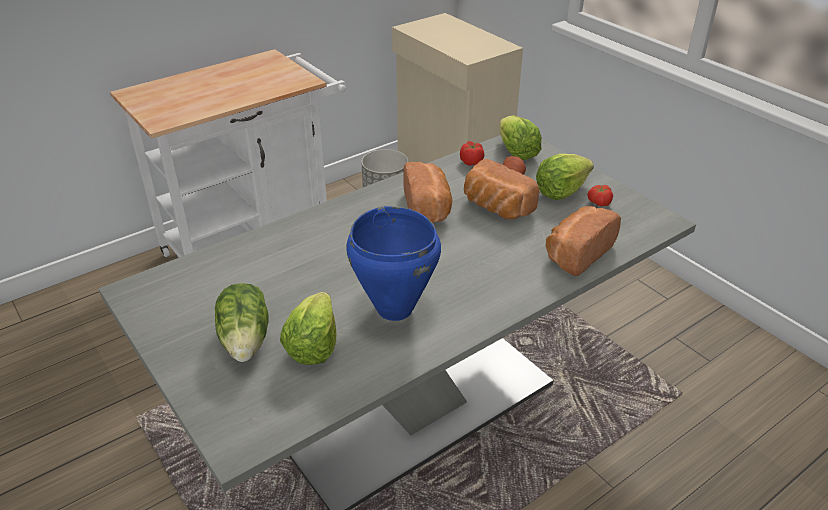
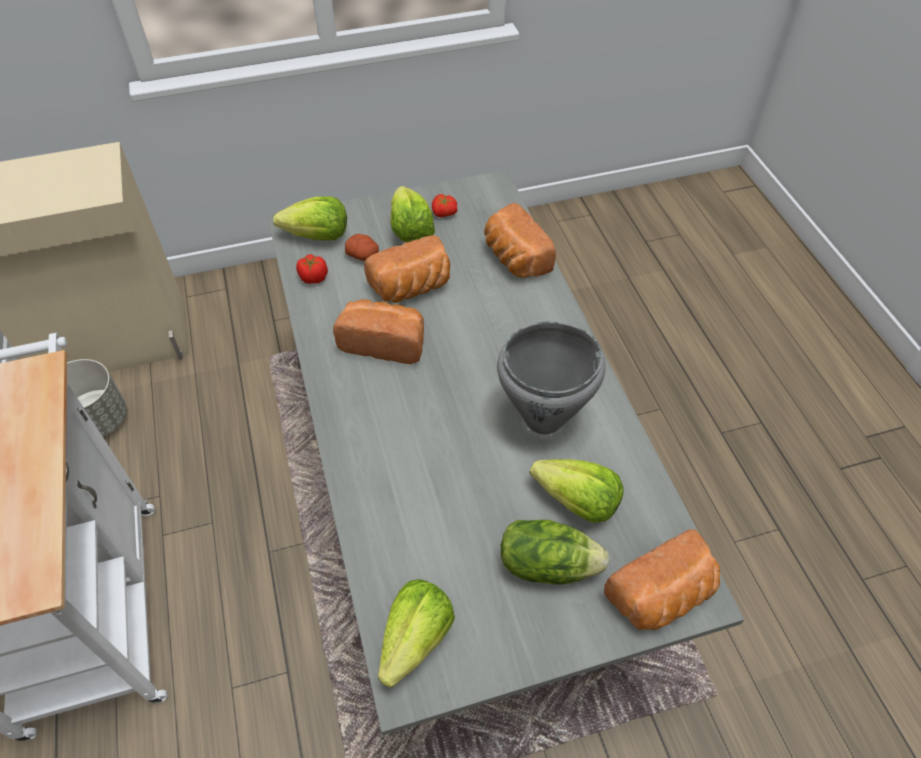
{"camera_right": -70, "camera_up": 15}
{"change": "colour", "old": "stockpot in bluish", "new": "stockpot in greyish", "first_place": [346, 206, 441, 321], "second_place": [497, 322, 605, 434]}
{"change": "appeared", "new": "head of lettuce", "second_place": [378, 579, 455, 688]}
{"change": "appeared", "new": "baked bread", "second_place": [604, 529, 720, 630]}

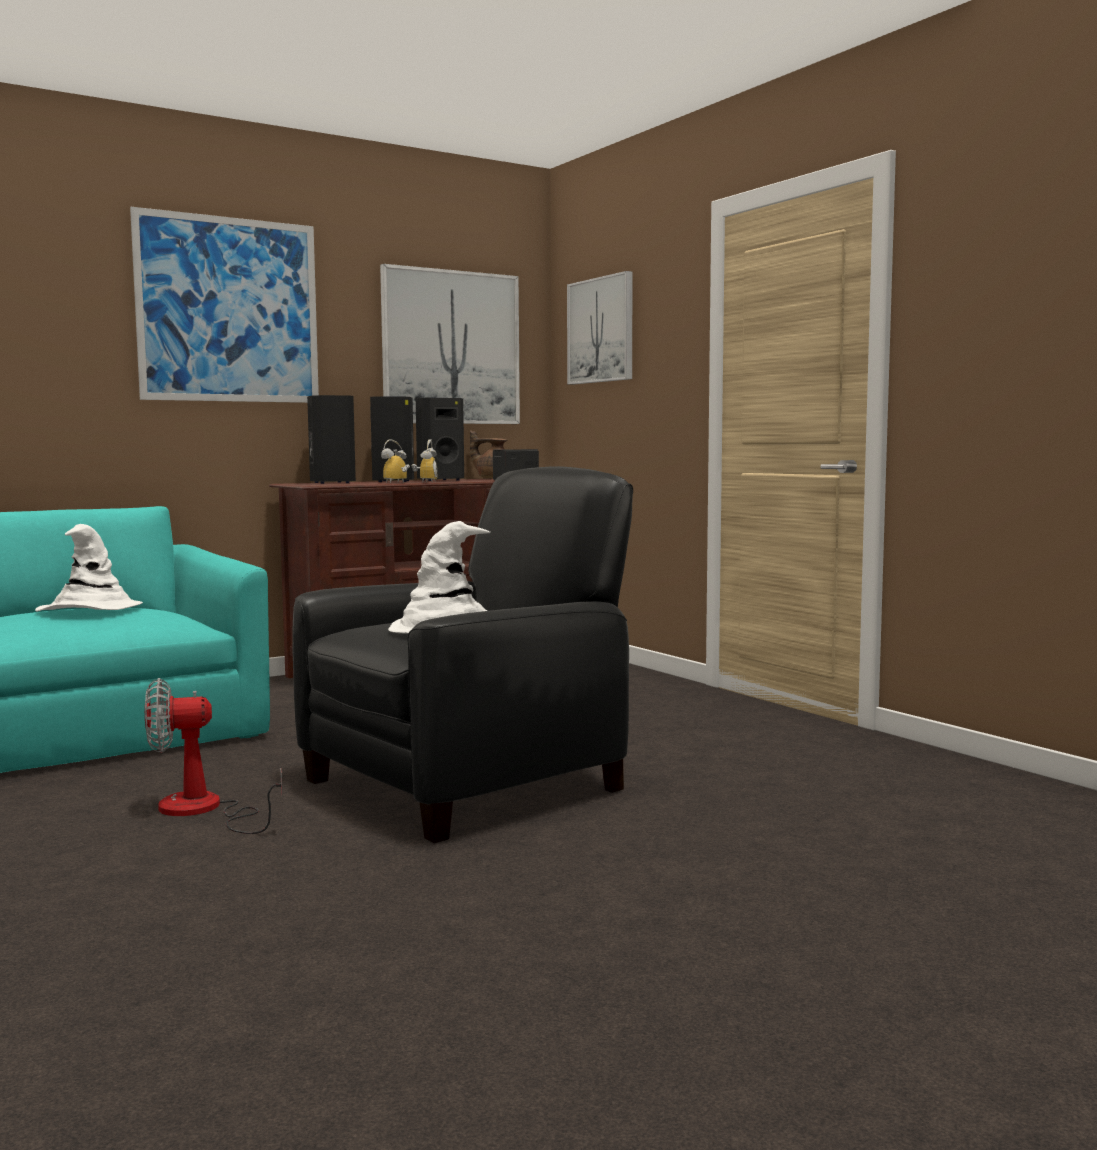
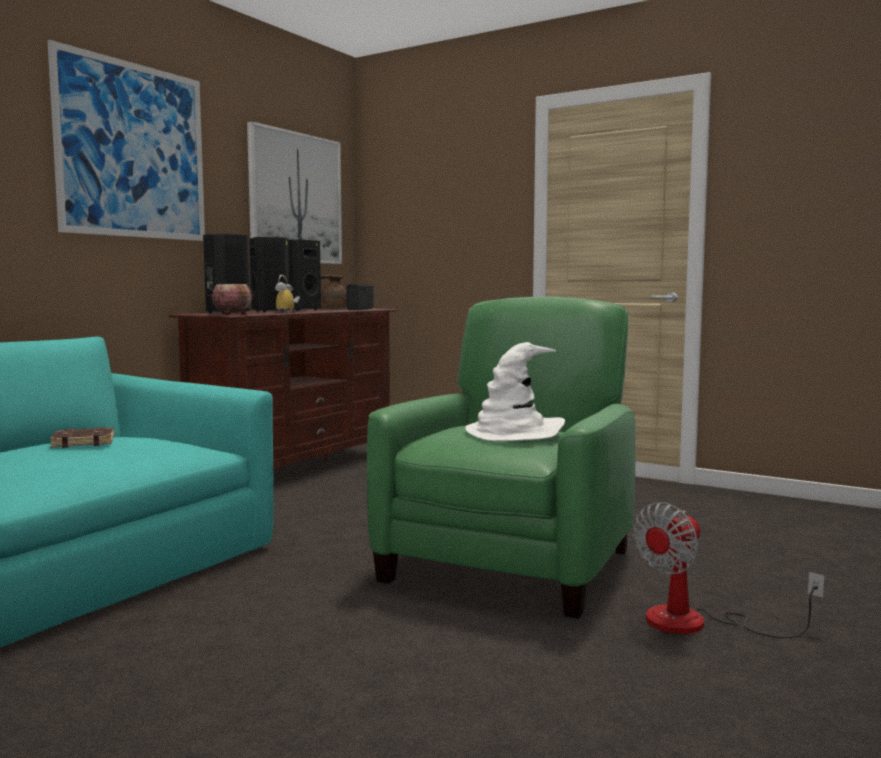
{"camera_right": -25, "camera_up": 0}
{"change": "exchanged", "old": "wearable hat in white-coloured", "new": "book in brown-coloured", "first_place": [35, 524, 143, 611], "second_place": [50, 427, 114, 448]}
{"change": "relocated", "old": "fan", "first_place": [145, 678, 283, 834], "second_place": [633, 502, 825, 638]}
{"change": "colour", "old": "armchair in black", "new": "armchair in green-coloured", "first_place": [292, 466, 633, 843], "second_place": [367, 296, 636, 619]}
{"change": "missing", "old": "alarm clock", "first_place": [411, 439, 438, 483]}
{"change": "missing", "old": "wall art", "first_place": [567, 271, 633, 385]}
{"change": "appeared", "new": "serving bowl", "second_place": [212, 284, 252, 315]}

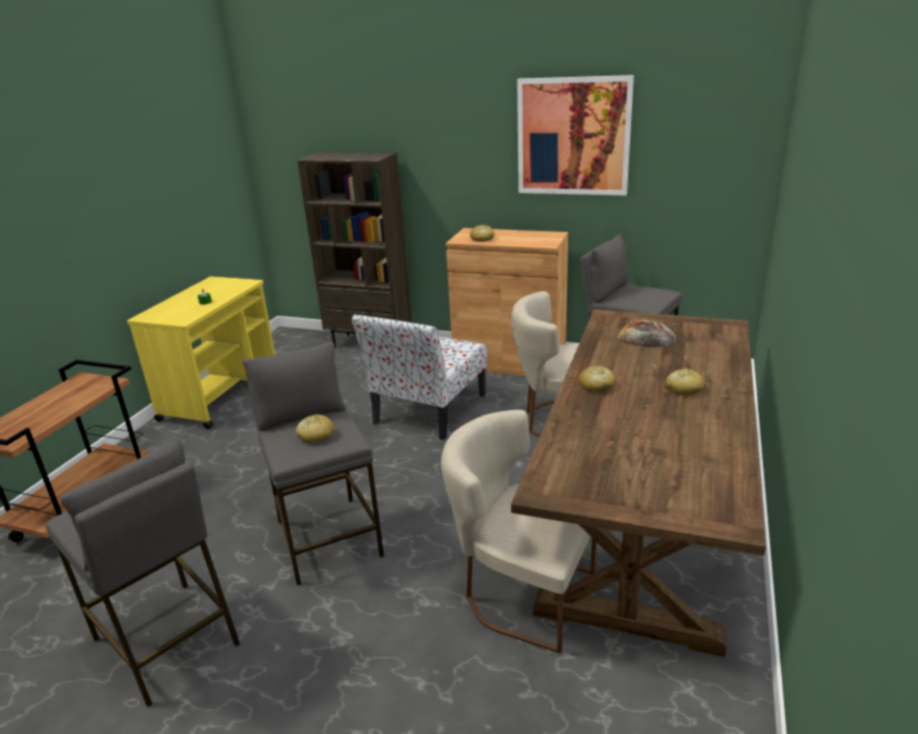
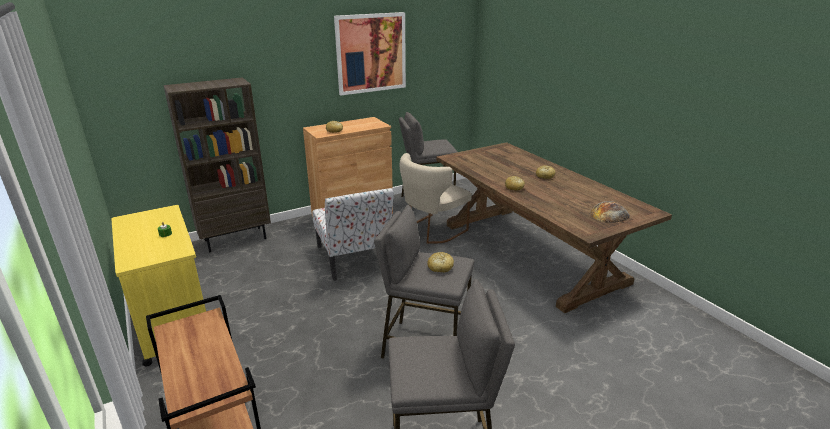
{"camera_right": -50, "camera_up": 0}
{"change": "missing", "old": "plain chair in beige-coloured", "first_place": [441, 410, 596, 653]}
{"change": "relocated", "old": "baked bread", "first_place": [618, 318, 676, 347], "second_place": [590, 201, 630, 223]}

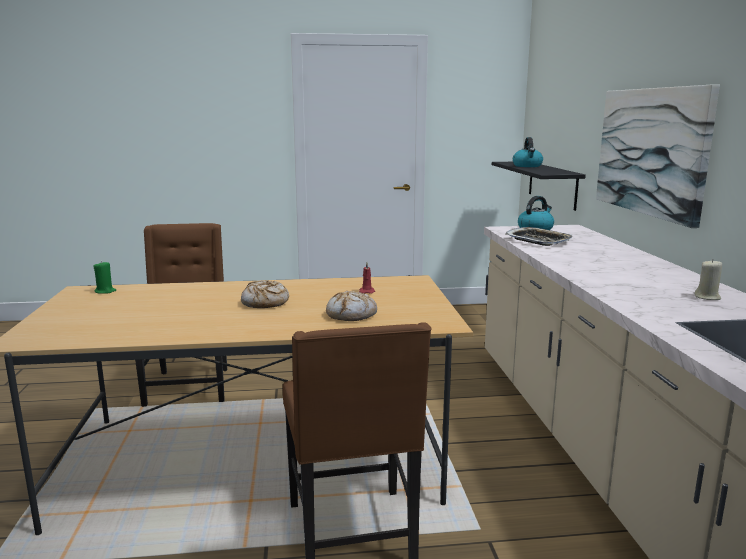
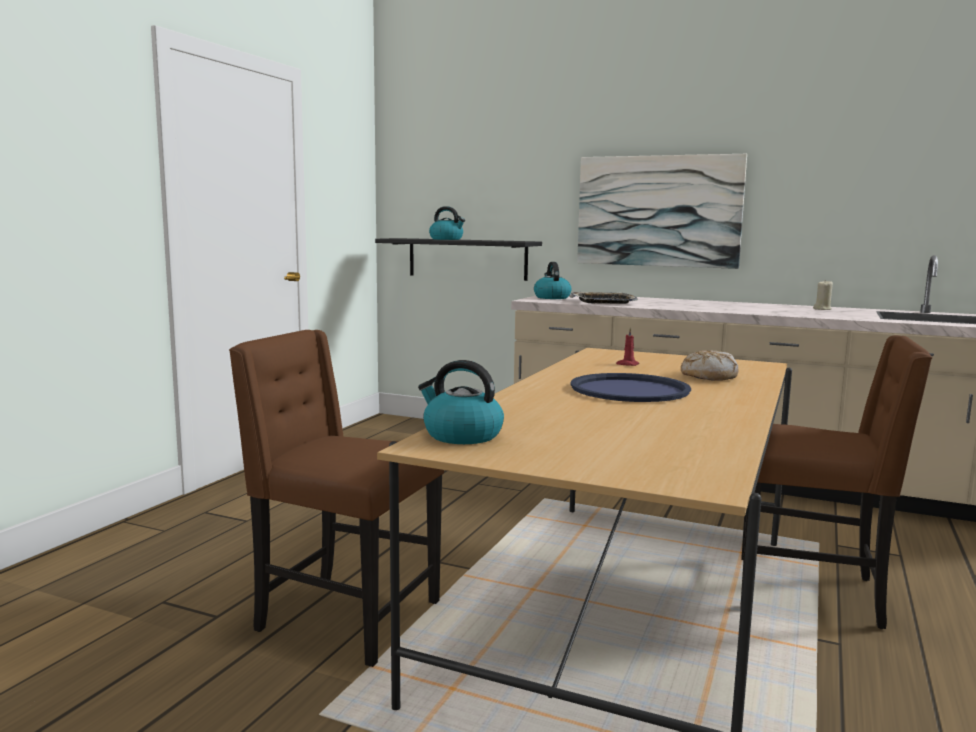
{"camera_right": -60, "camera_up": -5}
{"change": "exchanged", "old": "candle in green-coloured", "new": "water kettle", "first_place": [93, 261, 116, 294], "second_place": [418, 360, 504, 444]}
{"change": "exchanged", "old": "baked bread", "new": "carrying tray in bluish", "first_place": [241, 280, 289, 308], "second_place": [570, 373, 691, 402]}

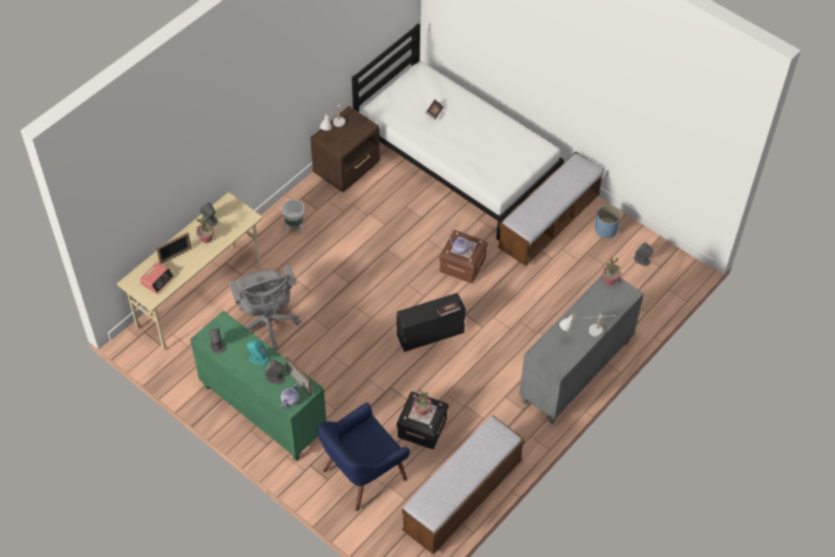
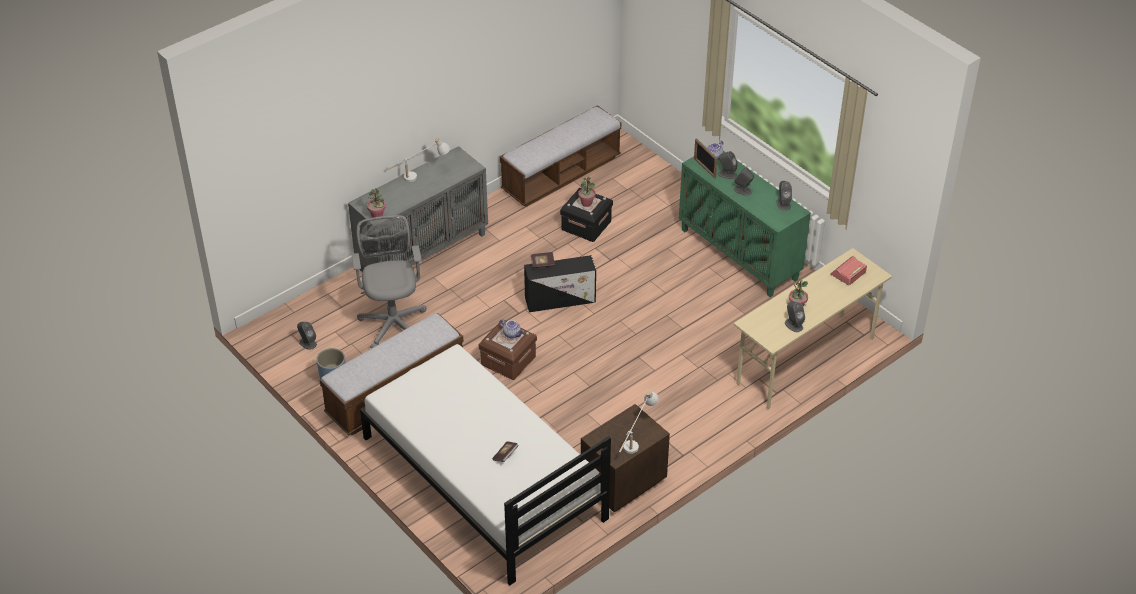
{"camera_right": -170, "camera_up": -10}
{"change": "missing", "old": "photo frame", "first_place": [156, 232, 191, 264]}
{"change": "relocated", "old": "office chair in greyish", "first_place": [229, 265, 301, 350], "second_place": [352, 215, 426, 349]}
{"change": "colour", "old": "speaker in turquoise", "new": "speaker in greyish", "first_place": [247, 340, 268, 365], "second_place": [734, 167, 754, 196]}
{"change": "missing", "old": "flower pot in white-coloured", "first_place": [282, 200, 304, 234]}
{"change": "missing", "old": "armchair in bluish", "first_place": [317, 402, 410, 511]}

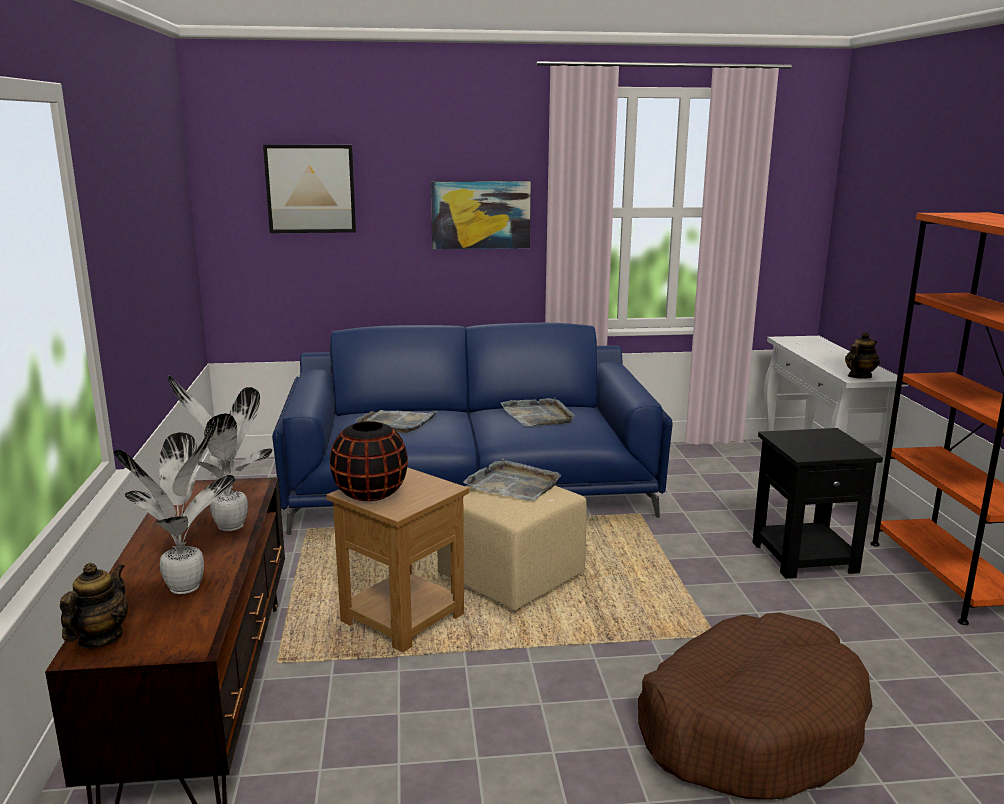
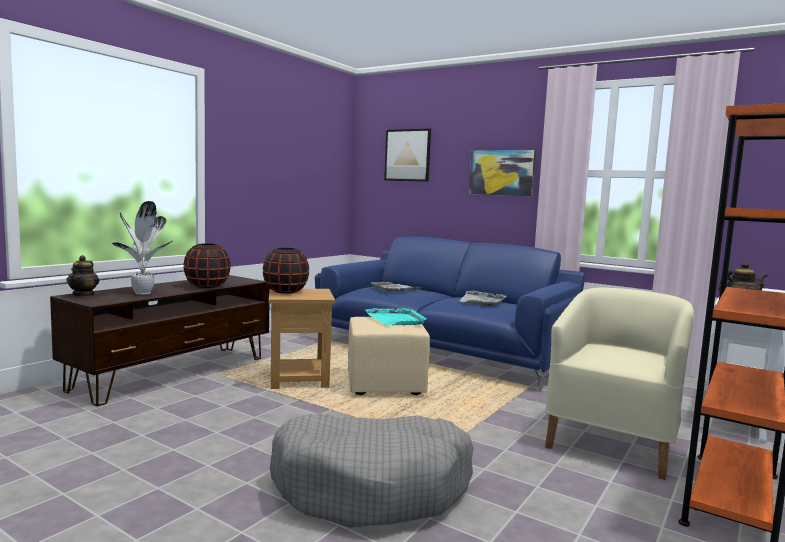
{"camera_right": 40, "camera_up": -10}
{"change": "spun", "old": "tea pot", "first_place": [60, 563, 128, 648], "second_place": [66, 255, 99, 297], "degrees": 120}
{"change": "exchanged", "old": "potted plant", "new": "flower vase in black", "first_place": [168, 375, 272, 531], "second_place": [183, 243, 231, 288]}
{"change": "colour", "old": "carrying tray in greyish", "new": "carrying tray in turquoise", "first_place": [463, 459, 562, 501], "second_place": [365, 308, 427, 326]}
{"change": "colour", "old": "pet bed in brown-coloured", "new": "pet bed in greyish", "first_place": [638, 613, 873, 800], "second_place": [270, 414, 473, 528]}
{"change": "exchanged", "old": "side table in black", "new": "armchair in beige-coloured", "first_place": [752, 428, 883, 579], "second_place": [545, 288, 694, 480]}

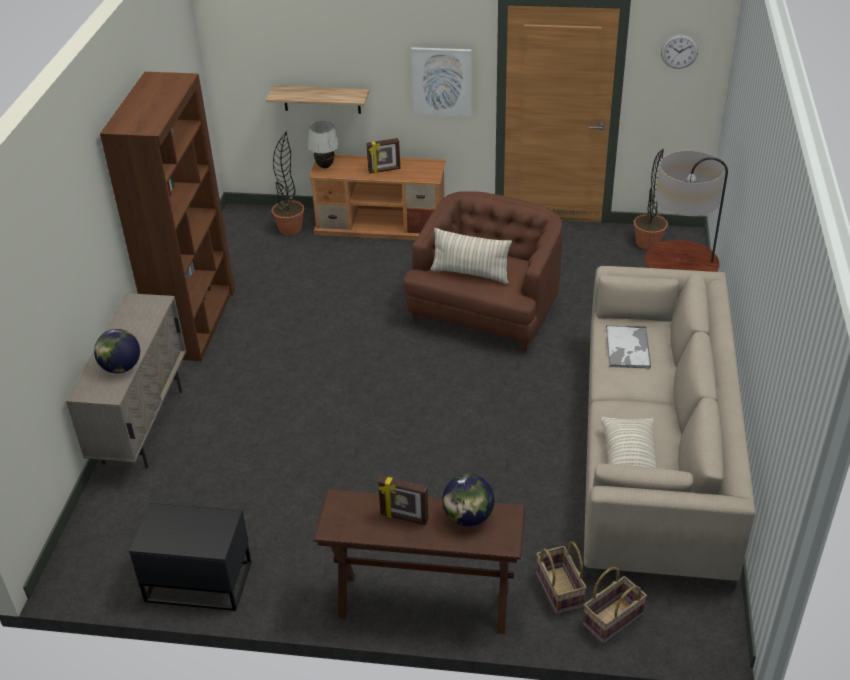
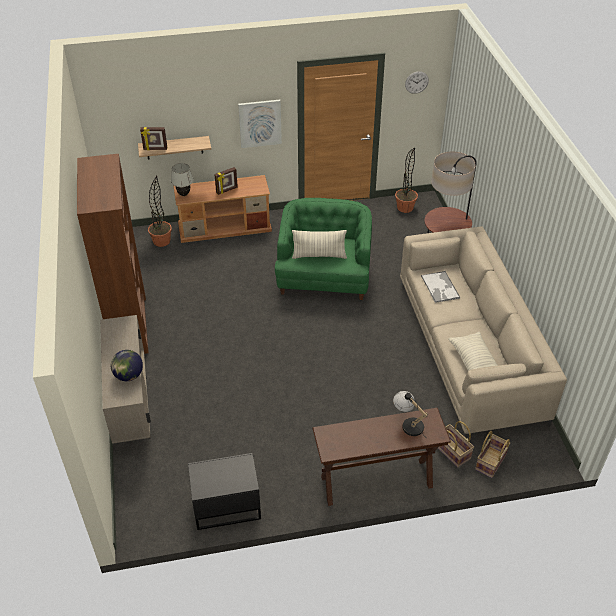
{"camera_right": -20, "camera_up": 5}
{"change": "relocated", "old": "photo frame", "first_place": [378, 475, 429, 525], "second_place": [140, 127, 167, 150]}
{"change": "colour", "old": "armchair in brown-coloured", "new": "armchair in green-coloured", "first_place": [404, 191, 562, 352], "second_place": [275, 198, 372, 300]}
{"change": "exchanged", "old": "globe", "new": "table lamp", "first_place": [442, 474, 494, 526], "second_place": [393, 391, 428, 439]}

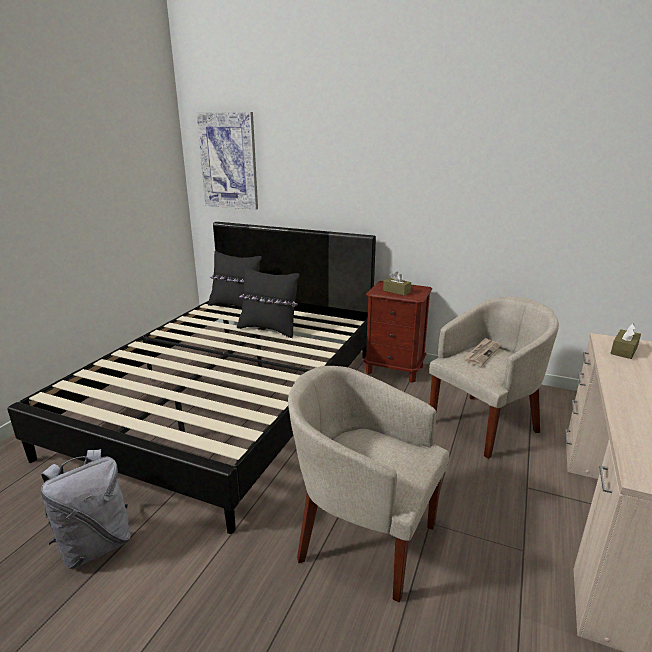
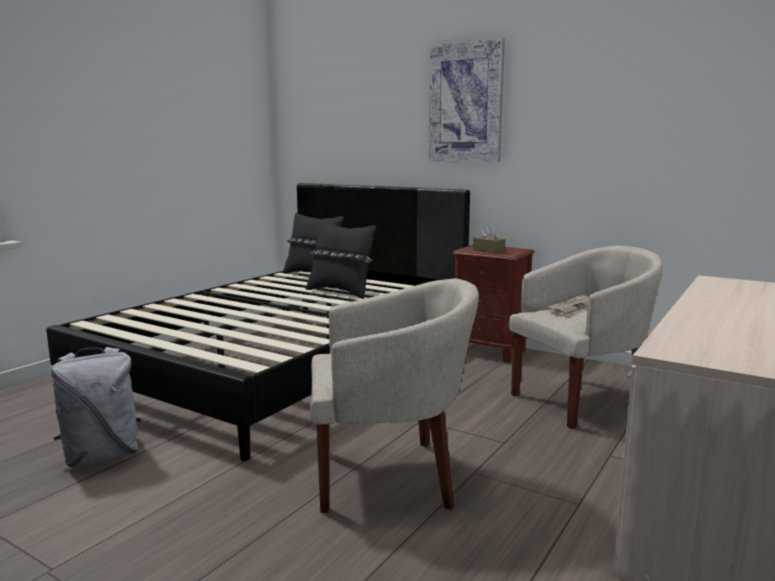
{"camera_right": 10, "camera_up": -10}
{"change": "relocated", "old": "wall art", "first_place": [197, 112, 258, 210], "second_place": [429, 38, 505, 162]}
{"change": "spun", "old": "armchair in beige-coloured", "first_place": [288, 366, 449, 602], "second_place": [310, 279, 479, 513], "degrees": 135}
{"change": "missing", "old": "box of tissues in brown-coloured", "first_place": [610, 324, 641, 359]}

